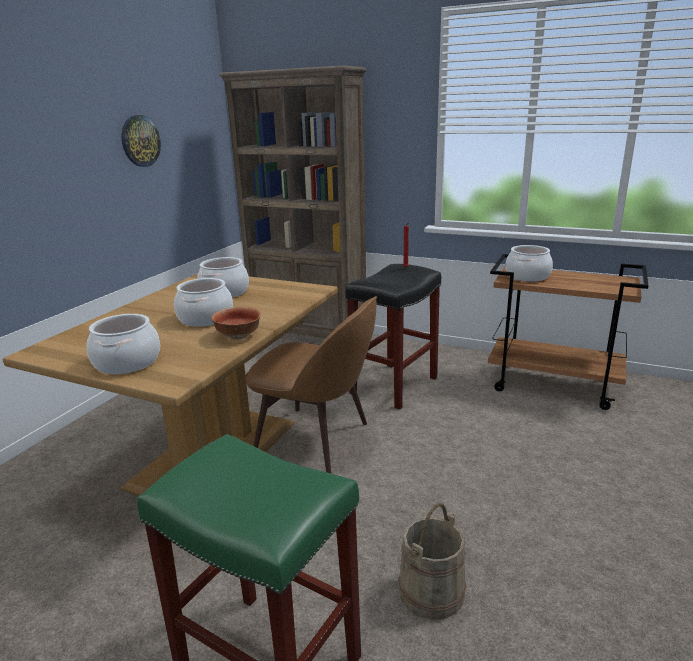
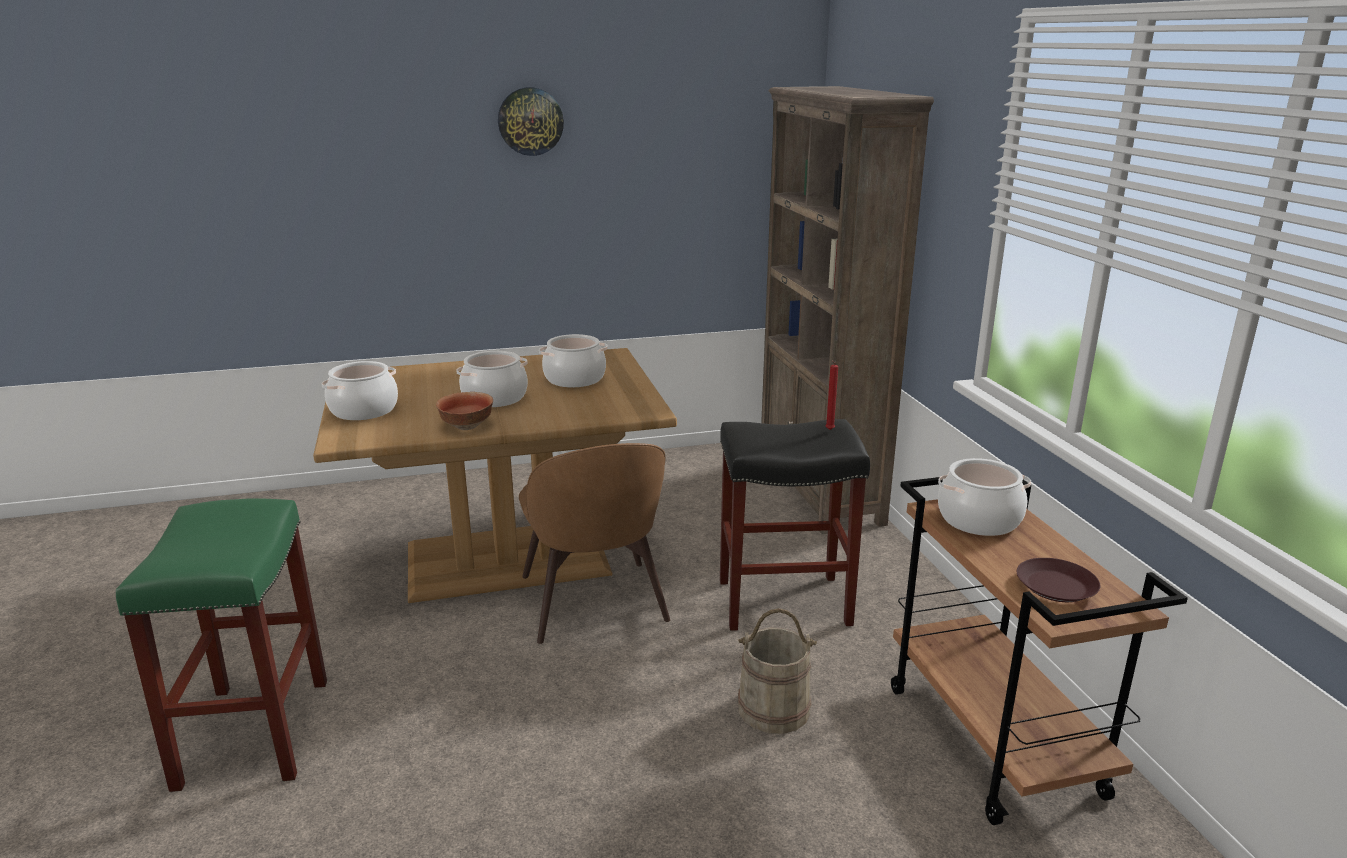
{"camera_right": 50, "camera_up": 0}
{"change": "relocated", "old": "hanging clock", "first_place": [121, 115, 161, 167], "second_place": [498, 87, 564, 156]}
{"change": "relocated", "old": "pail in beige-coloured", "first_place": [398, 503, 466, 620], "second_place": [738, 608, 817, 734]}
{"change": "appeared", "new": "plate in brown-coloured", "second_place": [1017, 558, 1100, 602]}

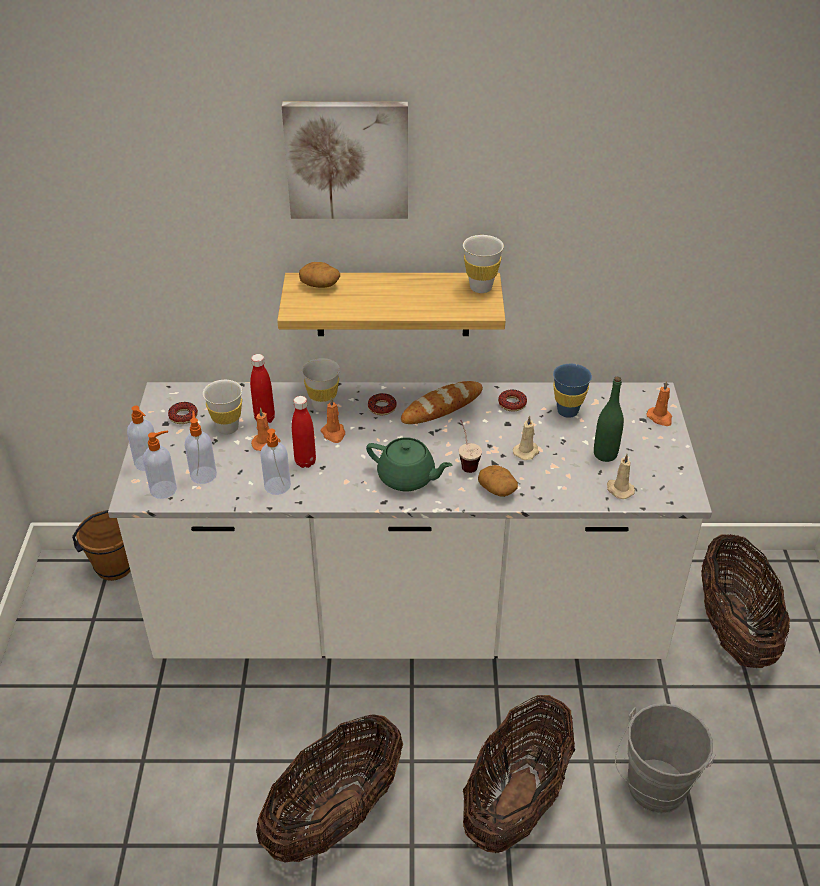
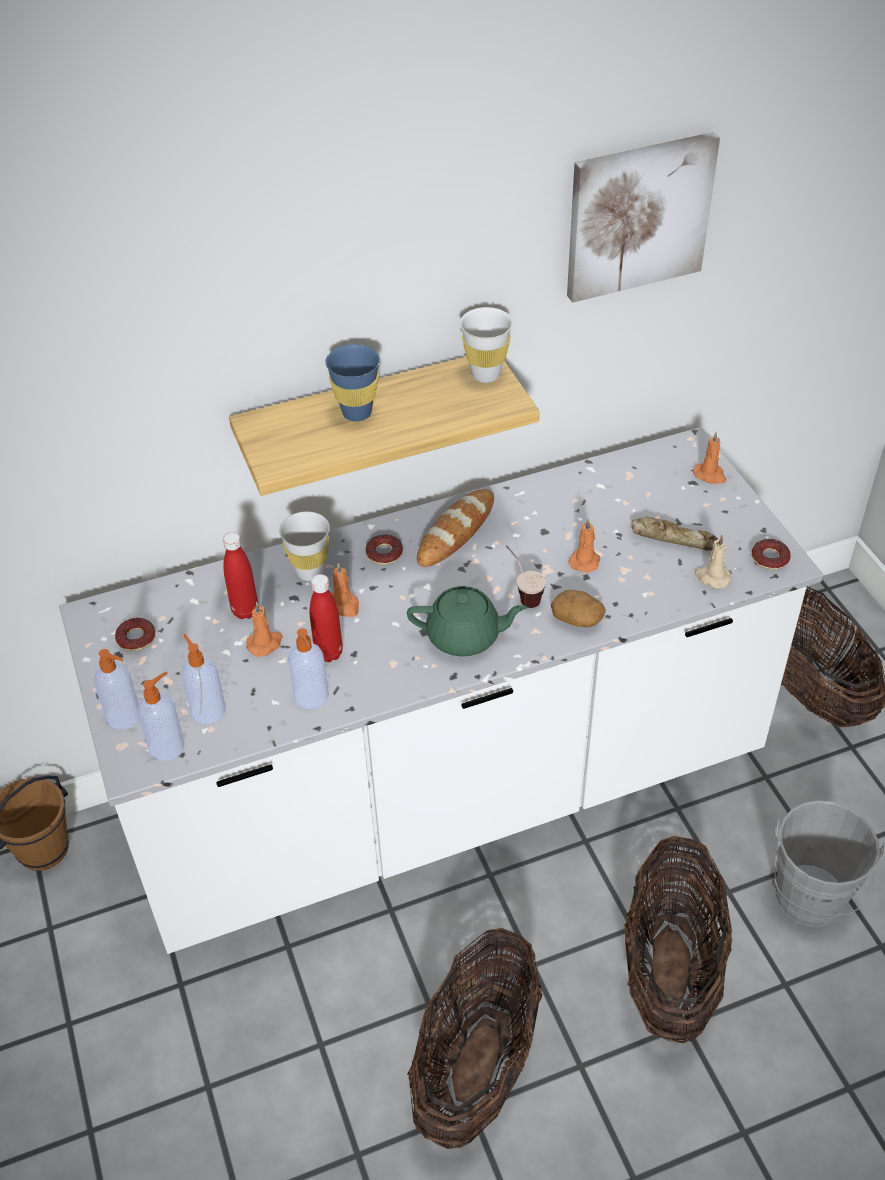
{"camera_right": -20, "camera_up": 5}
{"change": "missing", "old": "cup in white-coloured", "first_place": [203, 380, 242, 434]}
{"change": "relocated", "old": "wall art", "first_place": [282, 102, 408, 219], "second_place": [567, 132, 720, 303]}
{"change": "missing", "old": "whole potato", "first_place": [299, 262, 340, 288]}
{"change": "relocated", "old": "donut", "first_place": [498, 390, 527, 412], "second_place": [752, 539, 791, 570]}
{"change": "colour", "old": "candle in beige-coloured", "new": "candle in orange", "first_place": [513, 416, 539, 460], "second_place": [568, 518, 600, 573]}
{"change": "relocated", "old": "cup in bluish", "first_place": [553, 364, 592, 418], "second_place": [325, 344, 380, 421]}
{"change": "exchanged", "old": "bottle in green-coloured", "new": "baked bread", "first_place": [594, 377, 624, 462], "second_place": [631, 517, 718, 551]}

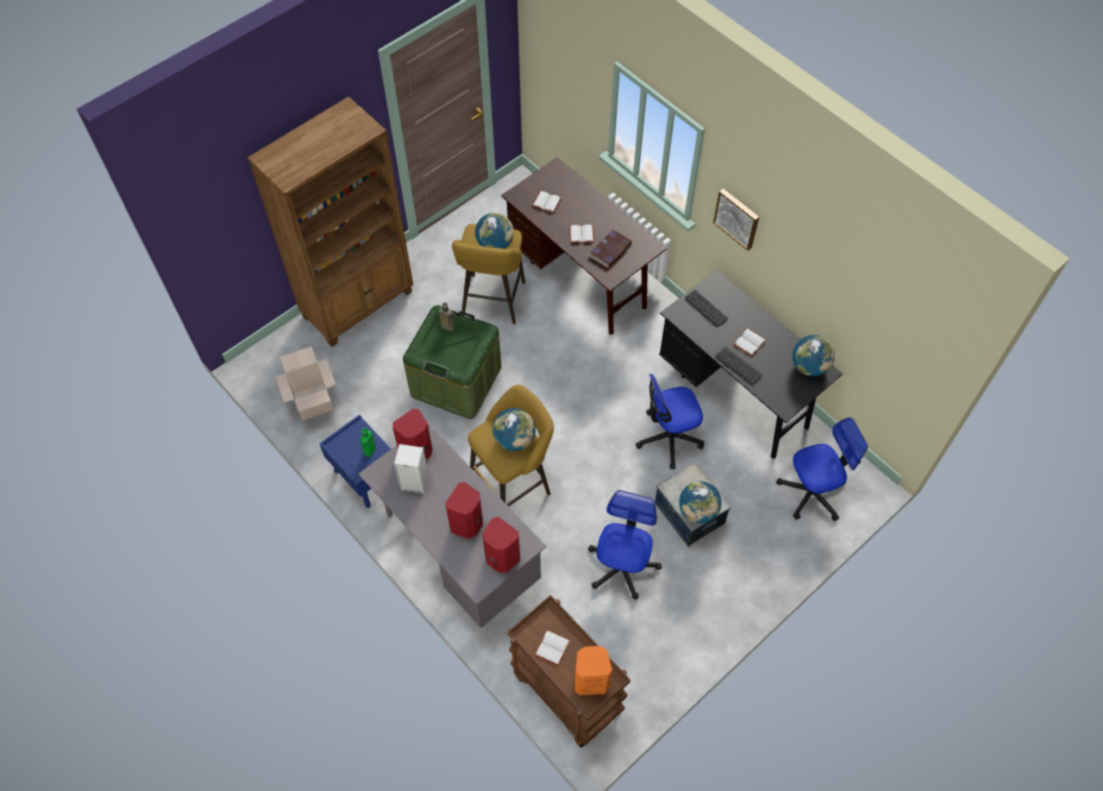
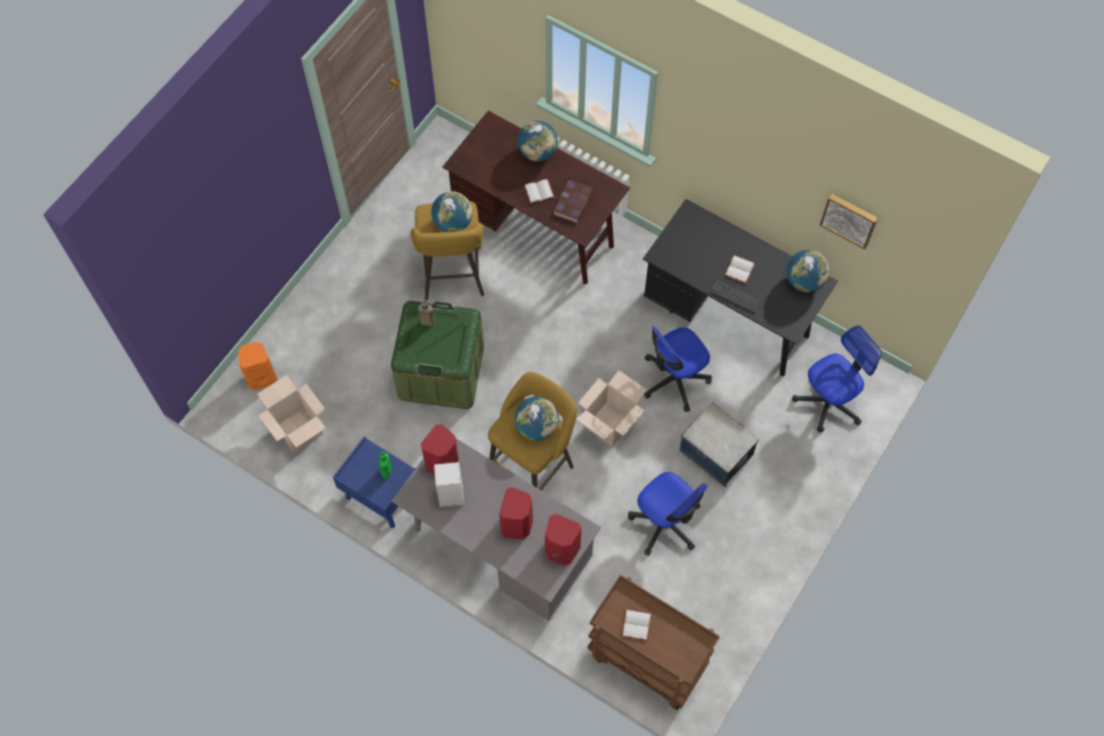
{"camera_right": -15, "camera_up": 5}
{"change": "missing", "old": "shelving unit in brown-coloured", "first_place": [248, 96, 413, 347]}
{"change": "missing", "old": "book in white-coloured", "first_place": [532, 191, 561, 213]}
{"change": "relocated", "old": "speaker in orange", "first_place": [574, 646, 612, 695], "second_place": [238, 342, 278, 390]}
{"change": "spun", "old": "office chair", "first_place": [588, 490, 662, 600], "second_place": [628, 472, 708, 556], "degrees": 135}
{"change": "relocated", "old": "globe", "first_place": [679, 481, 721, 523], "second_place": [518, 121, 558, 161]}
{"change": "missing", "old": "keyboard", "first_place": [685, 290, 728, 327]}
{"change": "relocated", "old": "wall art", "first_place": [713, 189, 759, 251], "second_place": [820, 194, 878, 249]}
{"change": "appeared", "new": "cardboard box", "second_place": [576, 370, 647, 447]}

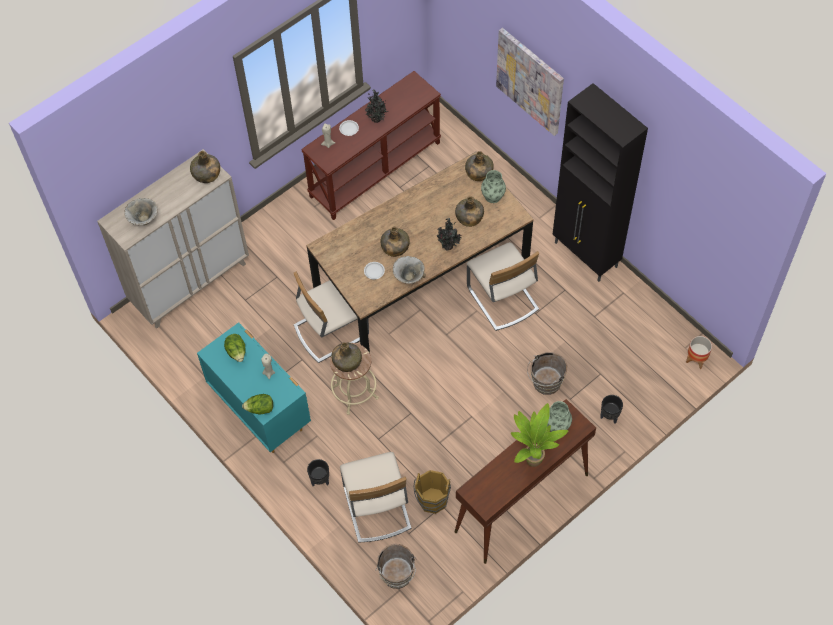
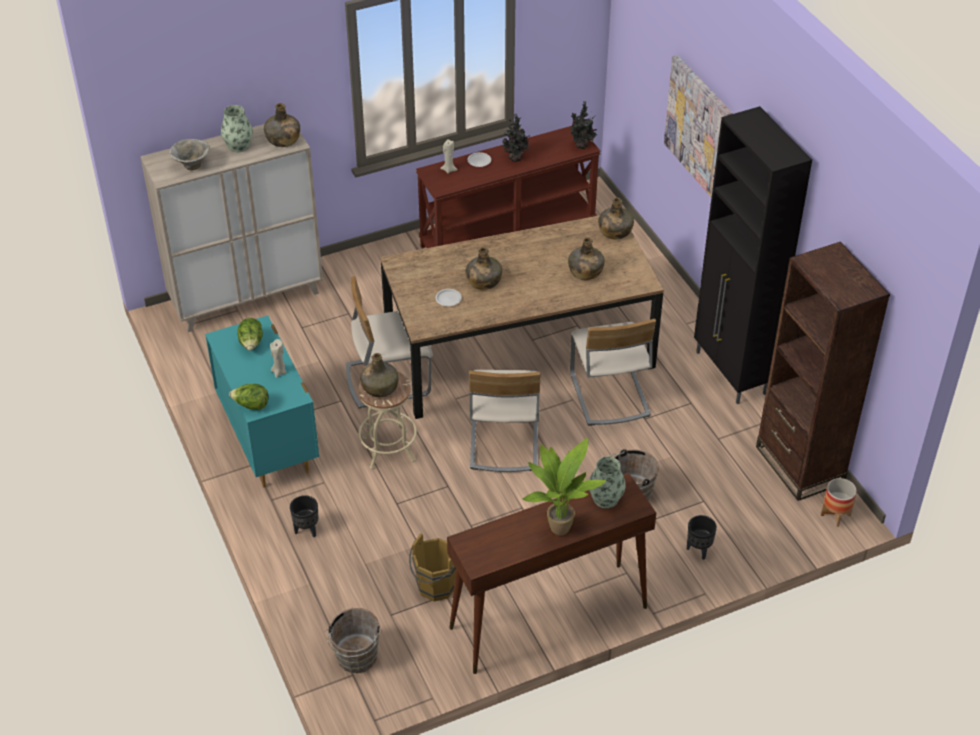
{"camera_right": 15, "camera_up": -15}
{"change": "relocated", "old": "plain chair in beige-coloured", "first_place": [340, 452, 411, 543], "second_place": [469, 370, 540, 472]}
{"change": "missing", "old": "serving bowl", "first_place": [393, 256, 426, 284]}
{"change": "relocated", "old": "potted plant", "first_place": [437, 218, 462, 251], "second_place": [570, 101, 597, 149]}
{"change": "relocated", "old": "flower vase", "first_place": [481, 170, 506, 203], "second_place": [221, 105, 253, 152]}
{"change": "appeared", "new": "shelving unit in brown-coloured", "second_place": [756, 242, 890, 501]}

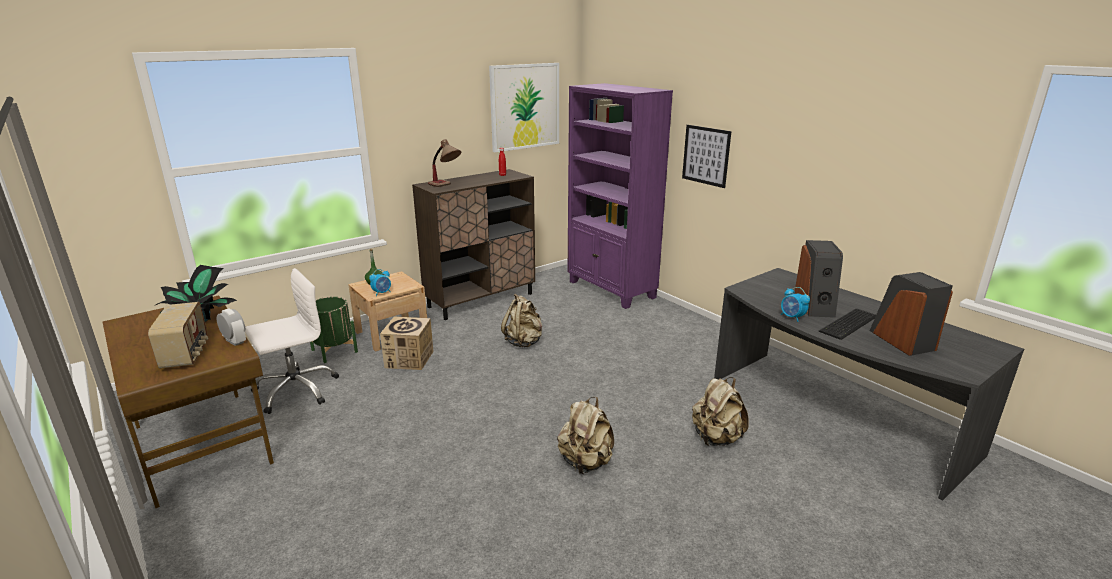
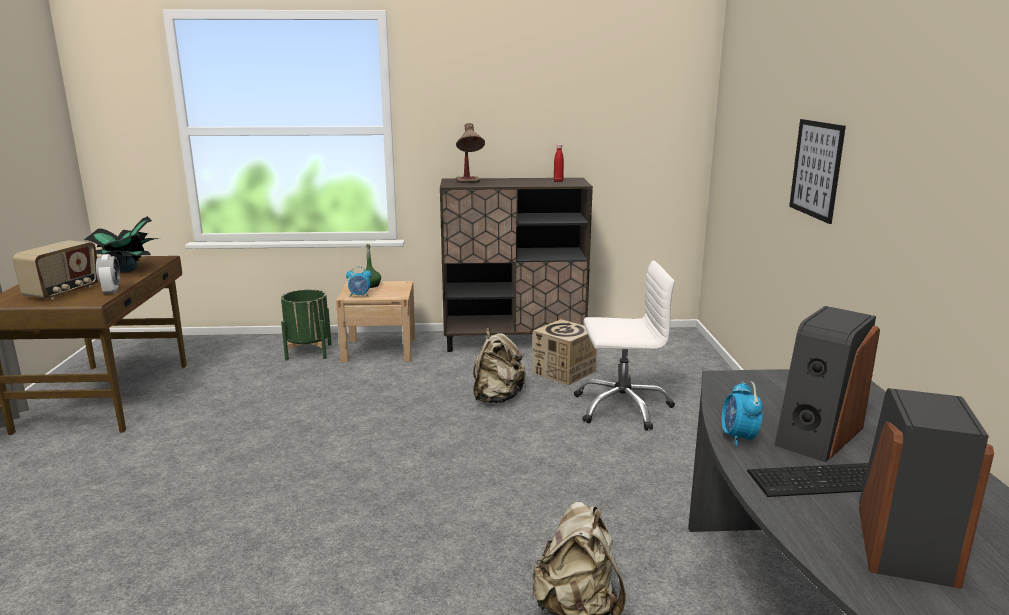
{"camera_right": 35, "camera_up": -5}
{"change": "relocated", "old": "office chair in white-coloured", "first_place": [245, 268, 339, 414], "second_place": [574, 261, 675, 431]}
{"change": "relocated", "old": "cardboard box", "first_place": [380, 317, 434, 370], "second_place": [532, 319, 597, 385]}
{"change": "missing", "old": "wall art", "first_place": [489, 63, 559, 152]}
{"change": "missing", "old": "knapsack in beige-coloured", "first_place": [557, 397, 614, 474]}
{"change": "missing", "old": "shelving unit in purple-coloured", "first_place": [568, 83, 673, 309]}

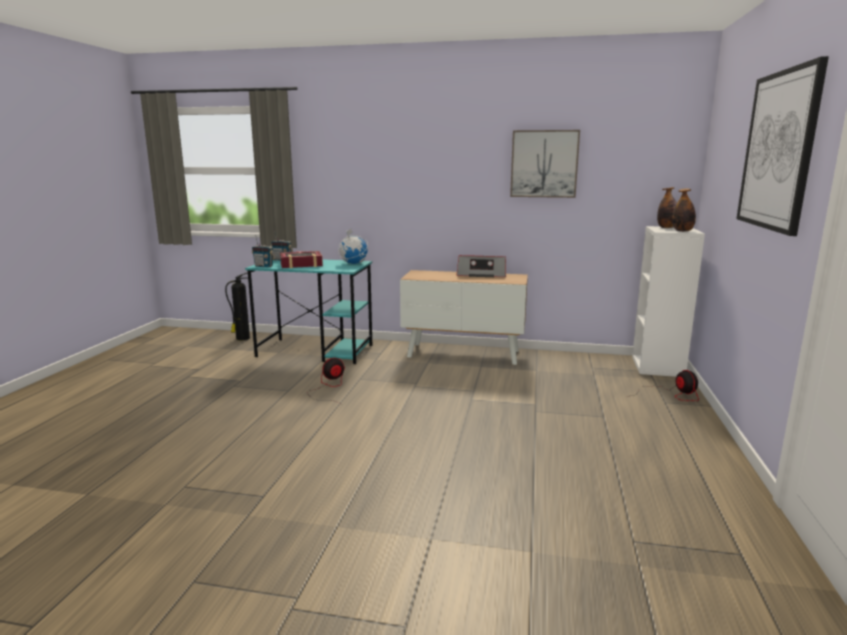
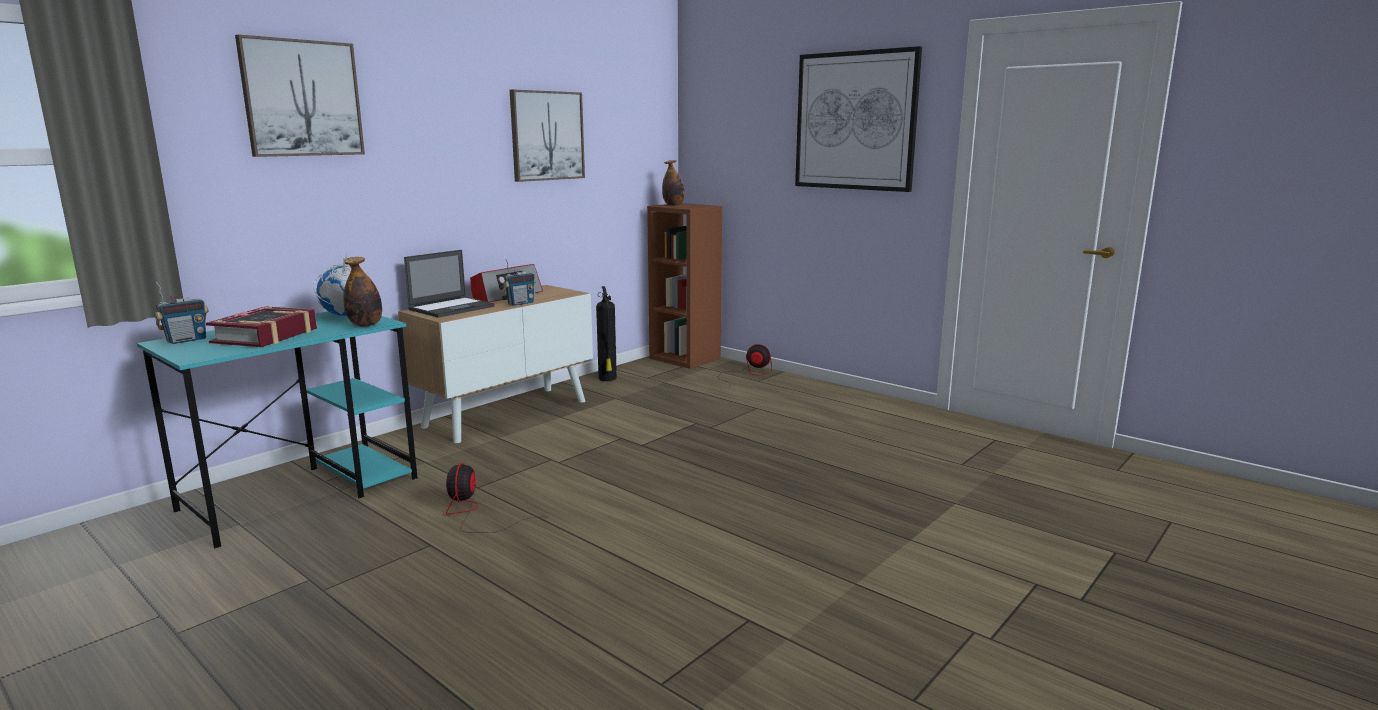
{"camera_right": -60, "camera_up": 0}
{"change": "relocated", "old": "fire extinguisher", "first_place": [225, 272, 250, 341], "second_place": [596, 286, 617, 381]}
{"change": "relocated", "old": "radio", "first_place": [252, 235, 275, 267], "second_place": [502, 259, 536, 306]}
{"change": "colour", "old": "shelving unit in white-coloured", "new": "shelving unit in brown-coloured", "first_place": [632, 226, 705, 377], "second_place": [647, 203, 722, 369]}
{"change": "relocated", "old": "bottle", "first_place": [672, 189, 696, 232], "second_place": [343, 257, 382, 327]}
{"change": "appeared", "new": "wall art", "second_place": [235, 34, 365, 157]}
{"change": "appeared", "new": "portable computer", "second_place": [404, 250, 495, 318]}

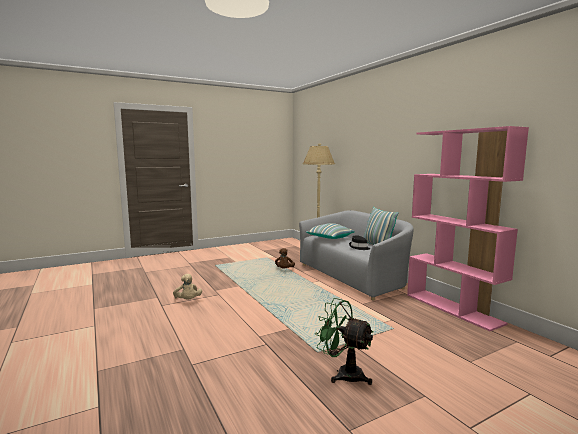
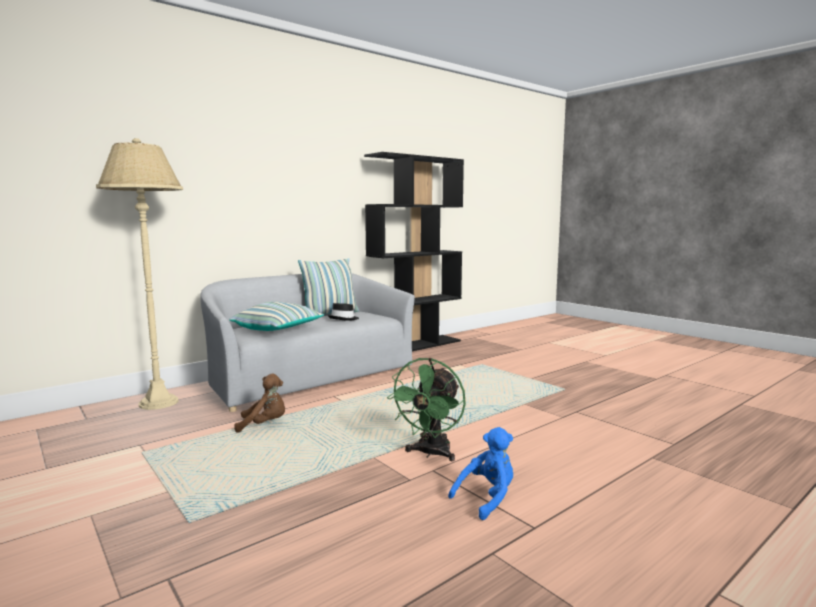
{"camera_right": -100, "camera_up": 0}
{"change": "colour", "old": "soft toy in beige-coloured", "new": "soft toy in bluish", "first_place": [173, 274, 202, 300], "second_place": [448, 427, 513, 520]}
{"change": "relocated", "old": "fan in green-coloured", "first_place": [315, 298, 374, 385], "second_place": [387, 358, 466, 461]}
{"change": "colour", "old": "shelving unit in pinkish", "new": "shelving unit in black", "first_place": [407, 126, 529, 331], "second_place": [365, 152, 464, 351]}

